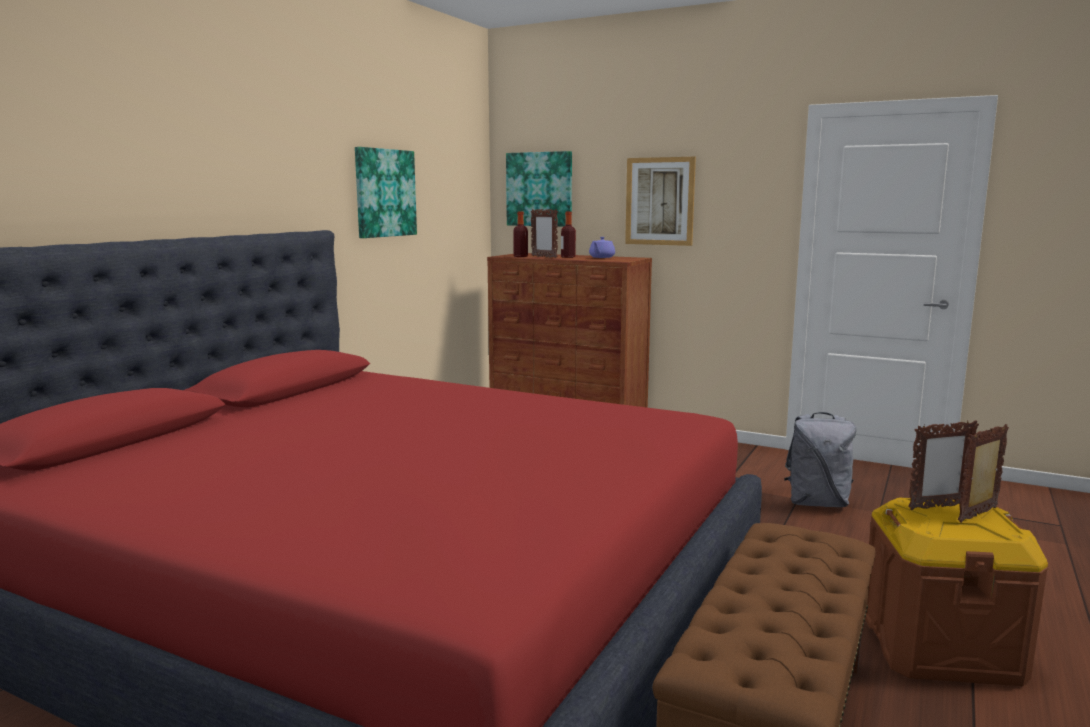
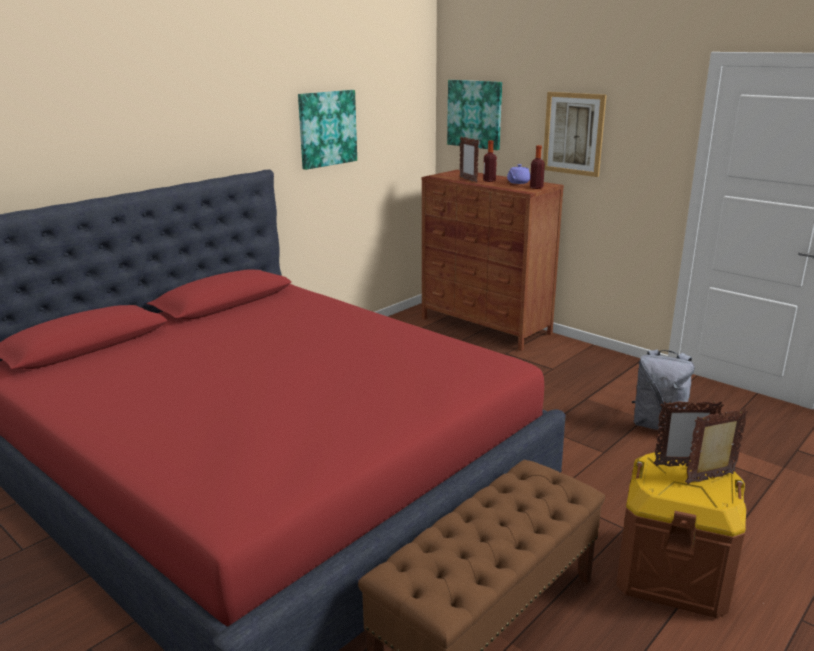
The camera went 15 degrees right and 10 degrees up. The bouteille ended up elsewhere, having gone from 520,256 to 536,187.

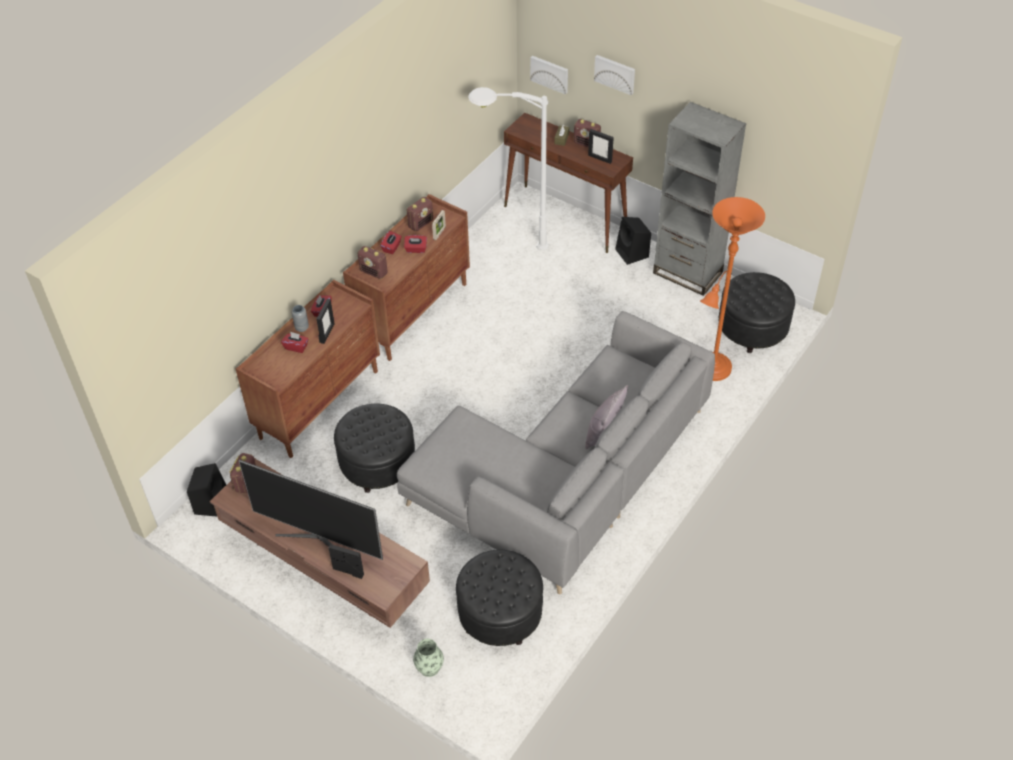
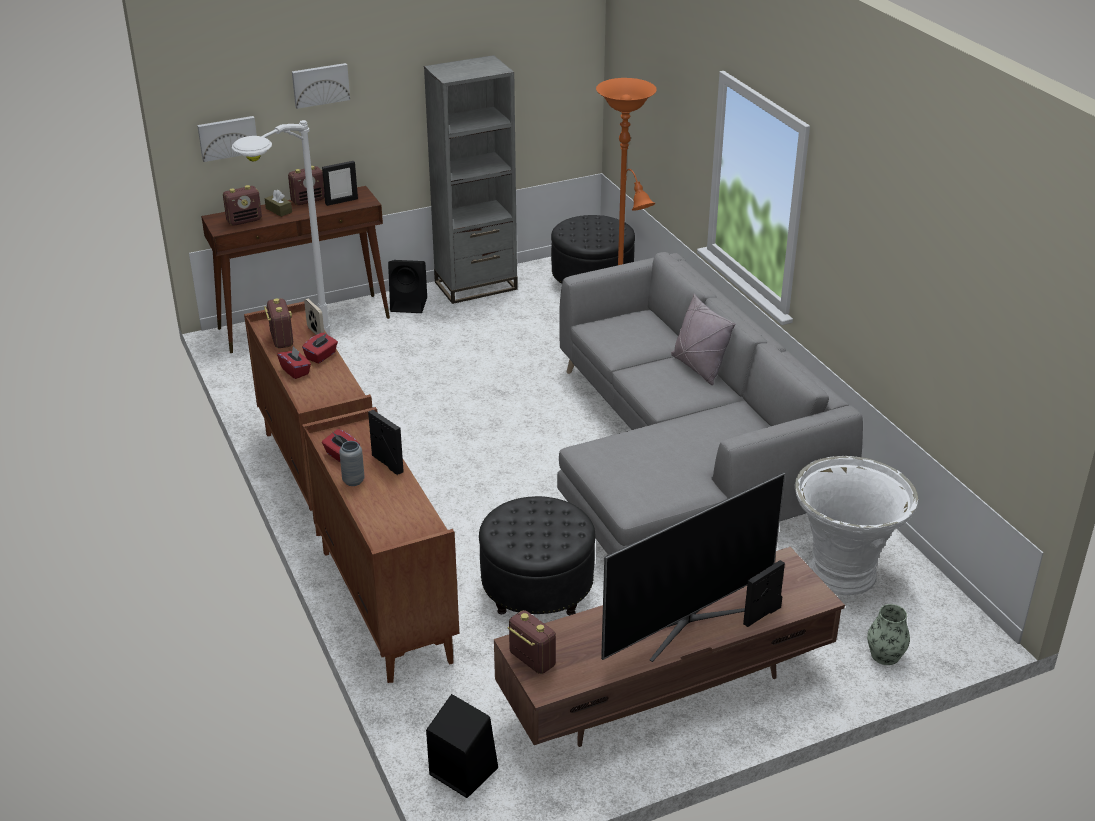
The camera went 60 degrees left and 15 degrees down. The radio ended up elsewhere, having gone from 374,272 to 244,220. Where the pouf (noir) stood at 500,615, the cache-pot (blanc) came to stand at 843,573. The second view lost the boîte à mouchoirs (rouge) at 296,347.

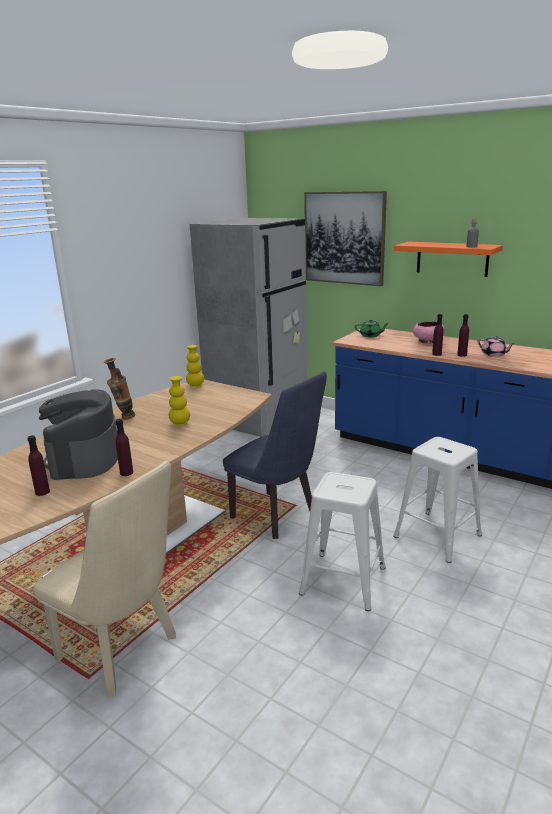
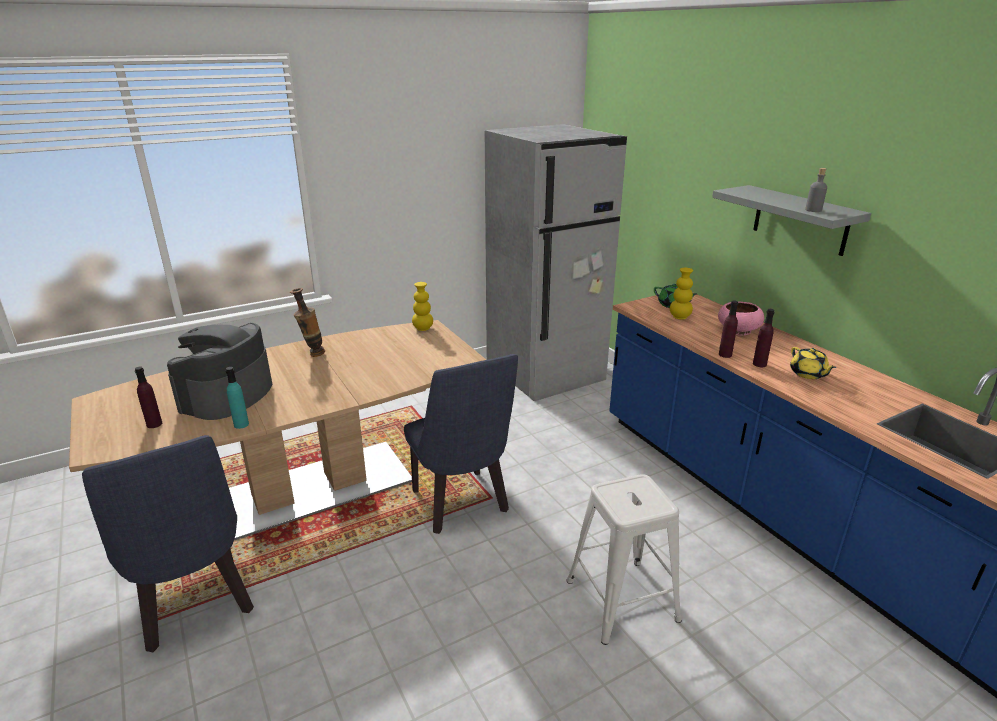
The camera went 25 degrees right and 5 degrees up. What was the chaise (beige) at 124,652 turned into the chaise (bleu) at 197,608. What was the bouteille (violet) at 126,473 turned into the bouteille (turquoise) at 241,424. The vase (jaune) ended up elsewhere, having gone from 180,423 to 679,317. What was the étagère (orange) at 452,258 turned into the étagère (gris) at 800,220. What was the théière (rose) at 494,354 turned into the théière (jaune) at 808,374. The second view lost the tabouret (blanc) at 343,580. The second view lost the tableau at 344,238.

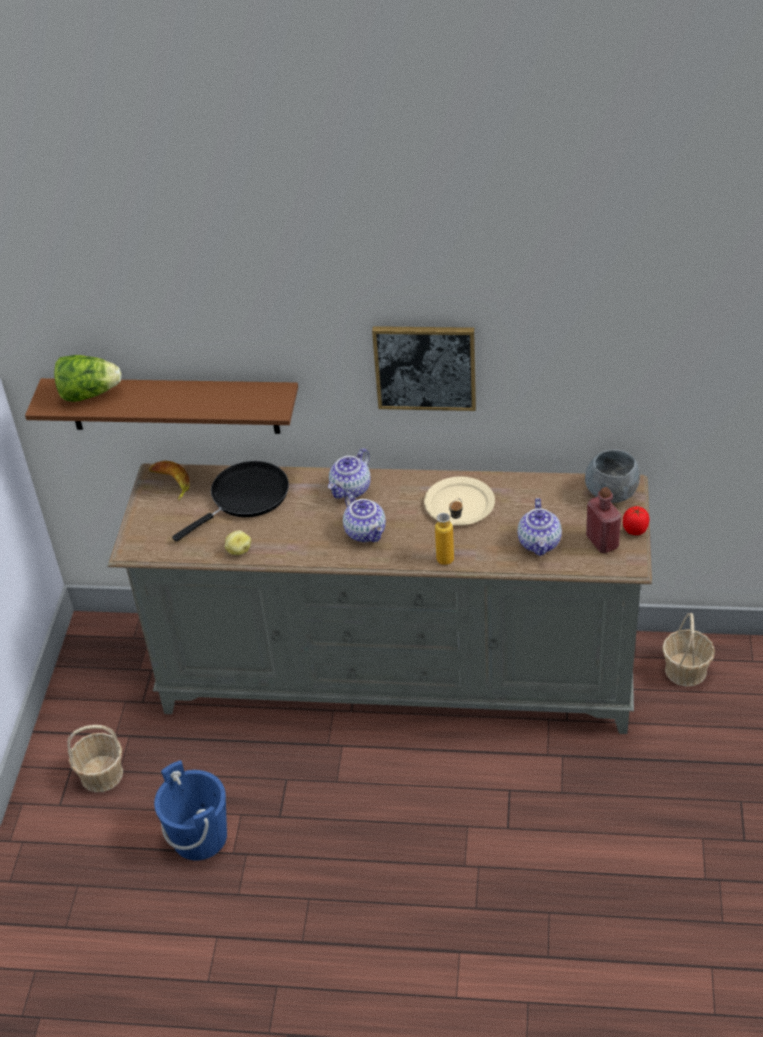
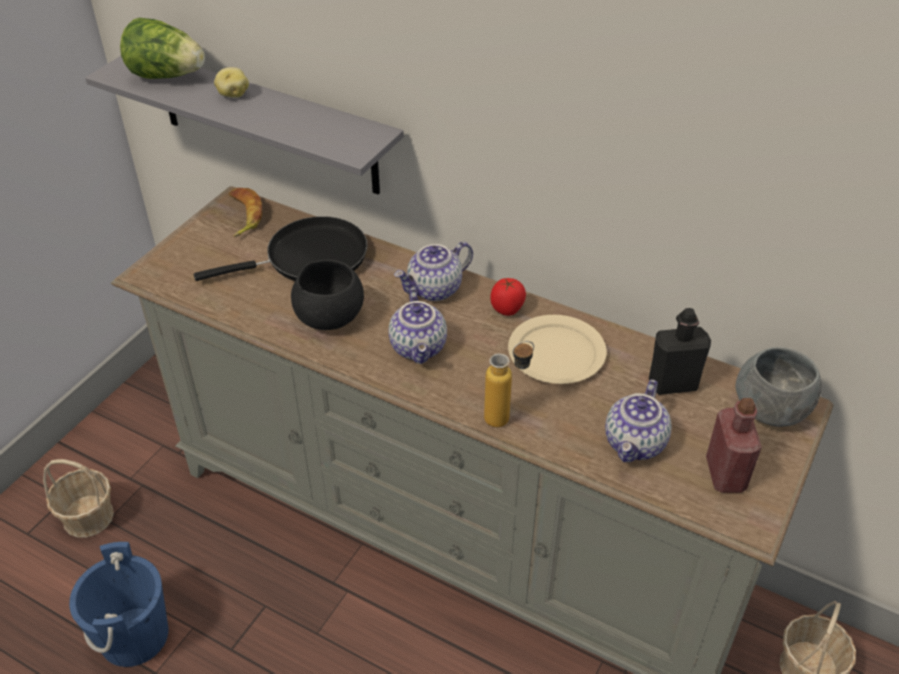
The camera went 20 degrees right and 0 degrees up. What was the étagère (marron) at 173,405 turned into the étagère (gris) at 266,122. The pomme de terre ended up elsewhere, having gone from 238,550 to 233,94. The second view gained the bol (noir) at 329,318. The tomate ended up elsewhere, having gone from 635,530 to 507,309. The second view gained the bouteille (noir) at 673,384. The second view lost the tableau at 425,367.

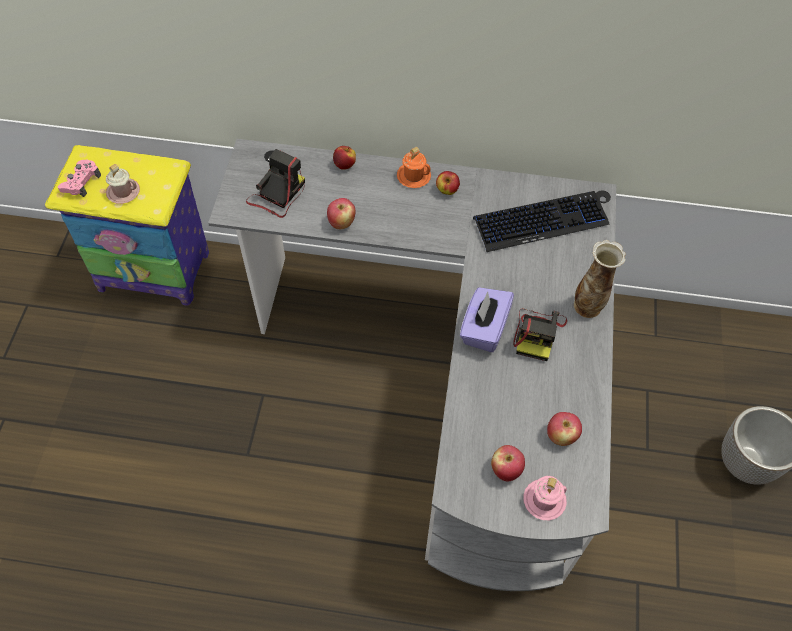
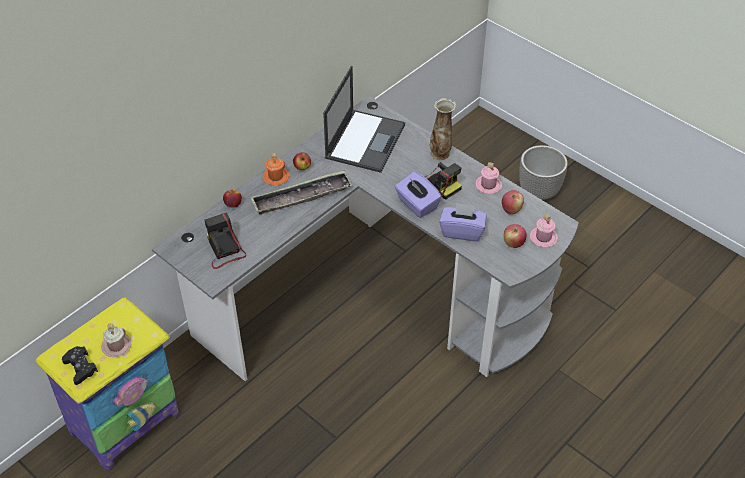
The camera went 55 degrees left and 10 degrees down. What was the manette (rose) at 81,182 turned into the manette (noir) at 80,367. The second view gained the plateau at 301,197. Where the clavier stood at 540,222, the ordinateur portable came to stand at 365,140. The second view gained the boîte à mouchoirs (violet) at 462,231. The second view gained the mug (rose) at 488,185. The second view lost the pomme at 341,223.

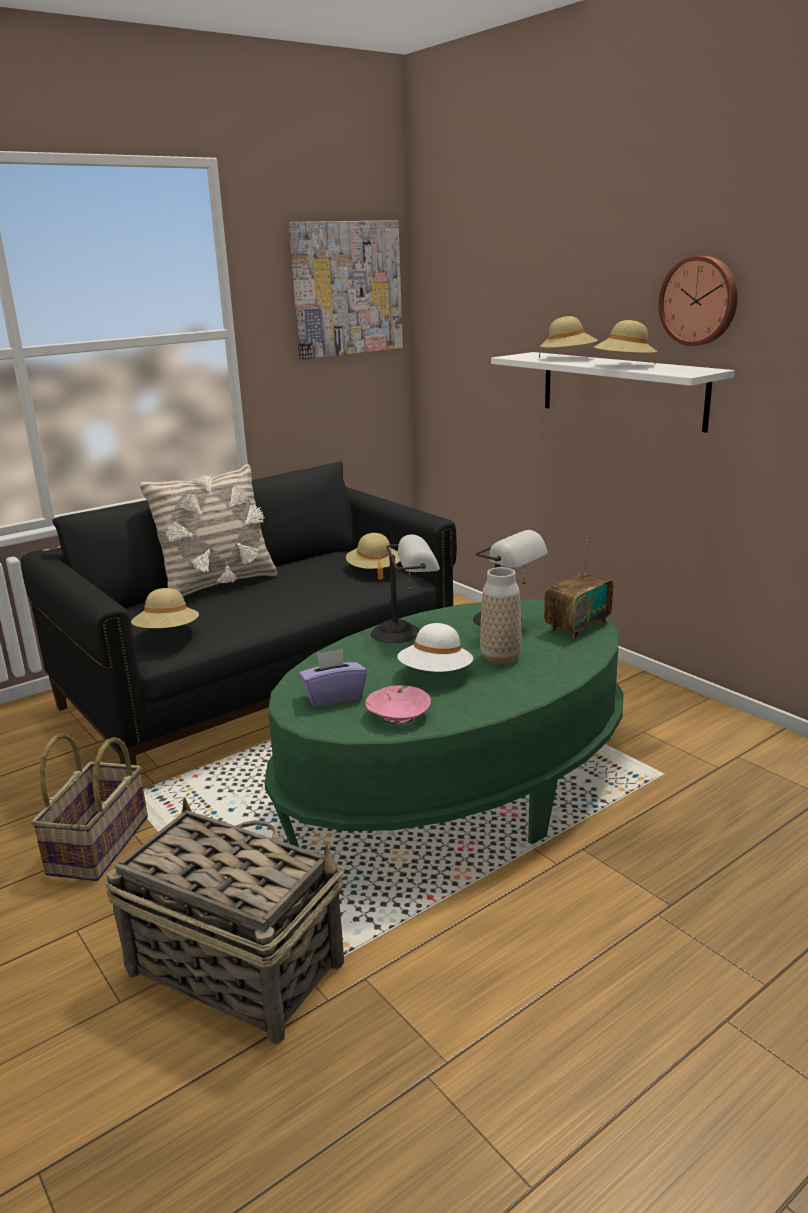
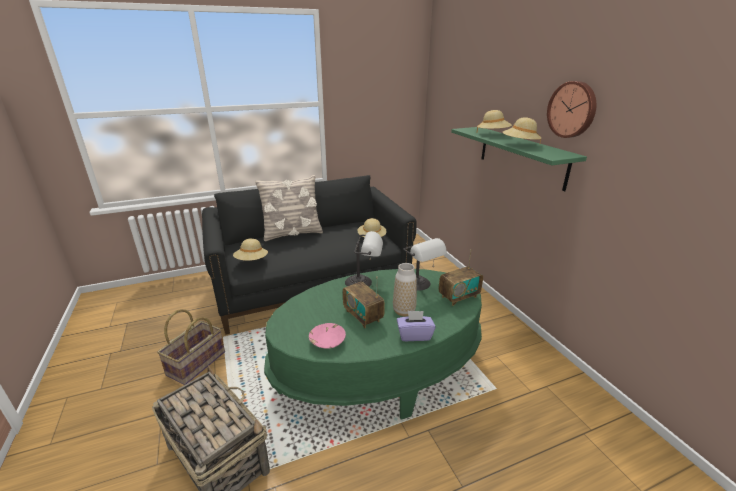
The camera went 15 degrees right and 5 degrees up. Where the chapeau (blanc) stood at 435,674, the radio came to stand at 363,316. The boîte à mouchoirs (violet) ended up elsewhere, having gone from 333,697 to 414,335. What was the étagère (blanc) at 621,389 turned into the étagère (vert) at 521,156. The second view lost the tableau at 347,288.

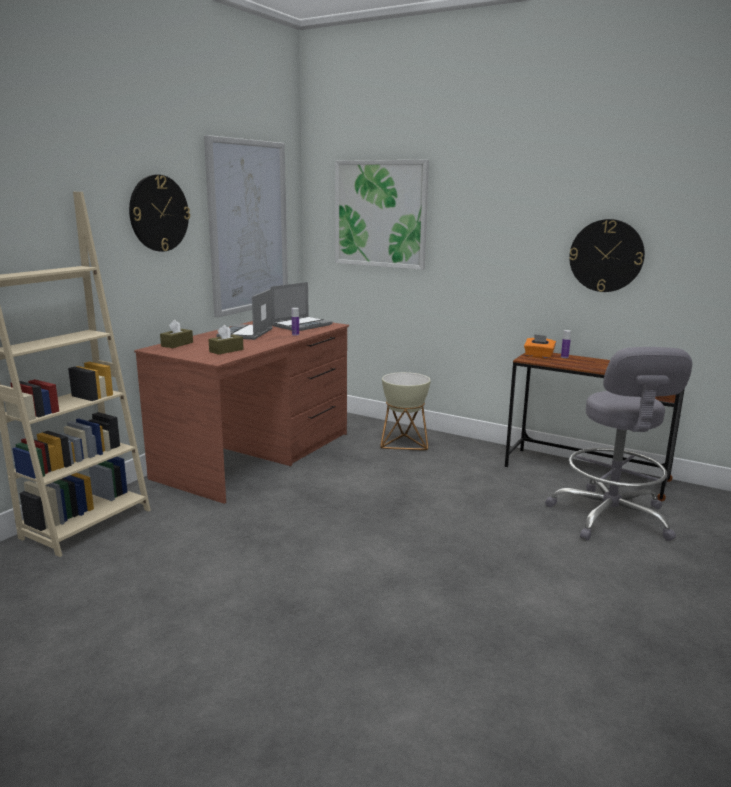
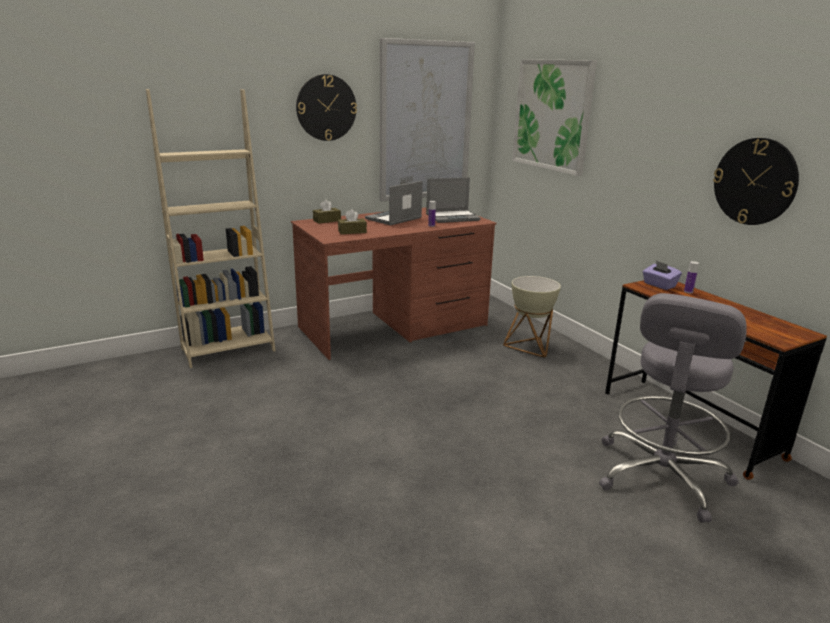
The camera went 30 degrees right and 5 degrees up. What was the boîte à mouchoirs (orange) at 538,356 turned into the boîte à mouchoirs (violet) at 659,285.

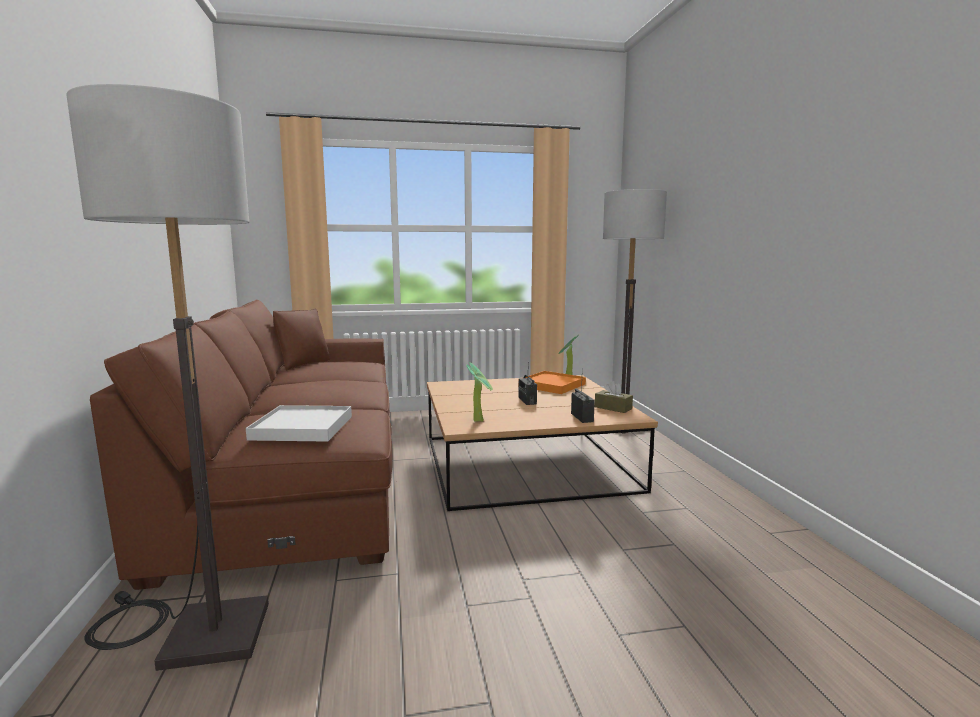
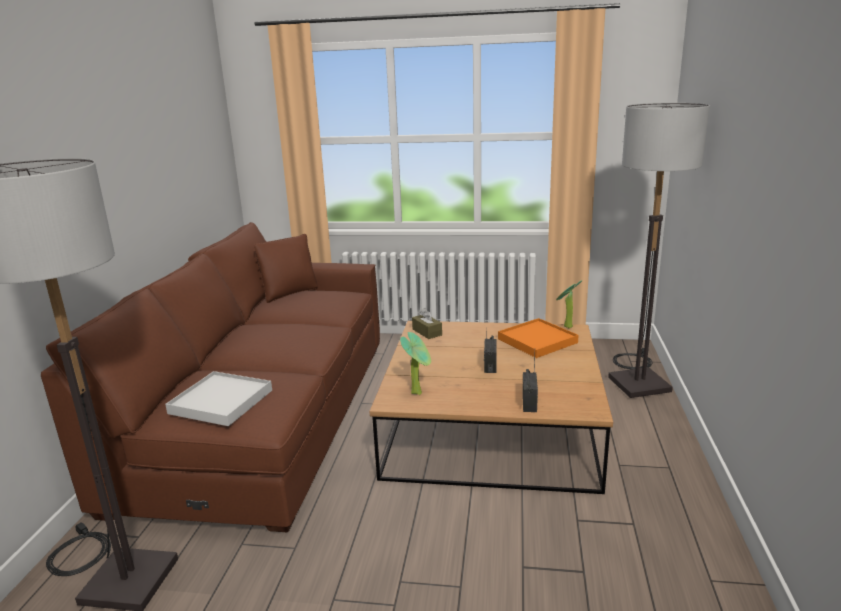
The camera went 20 degrees right and 10 degrees up. The boîte à mouchoirs (marron) ended up elsewhere, having gone from 613,408 to 427,332.

